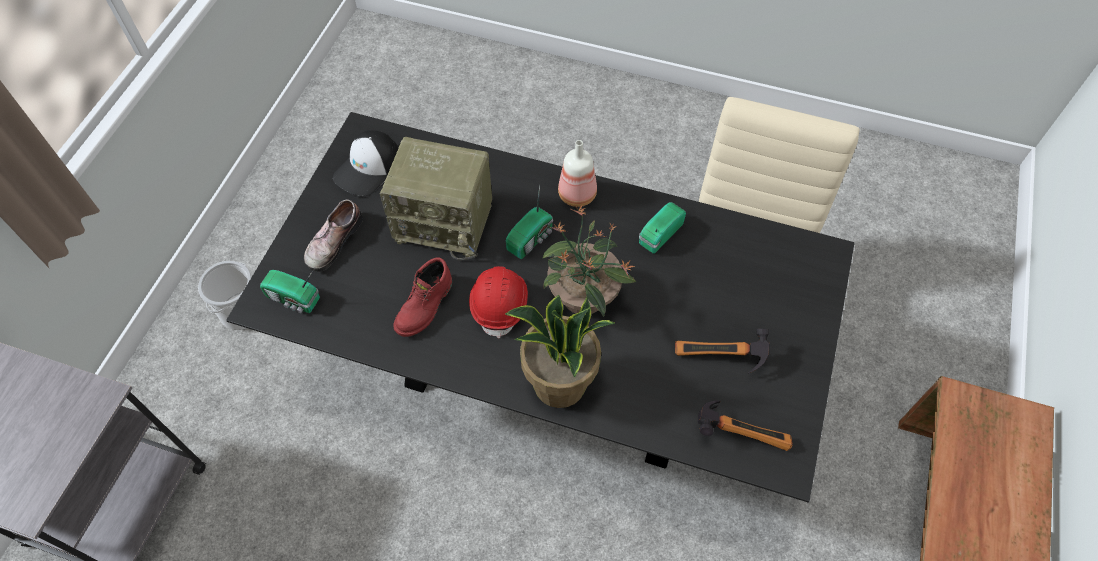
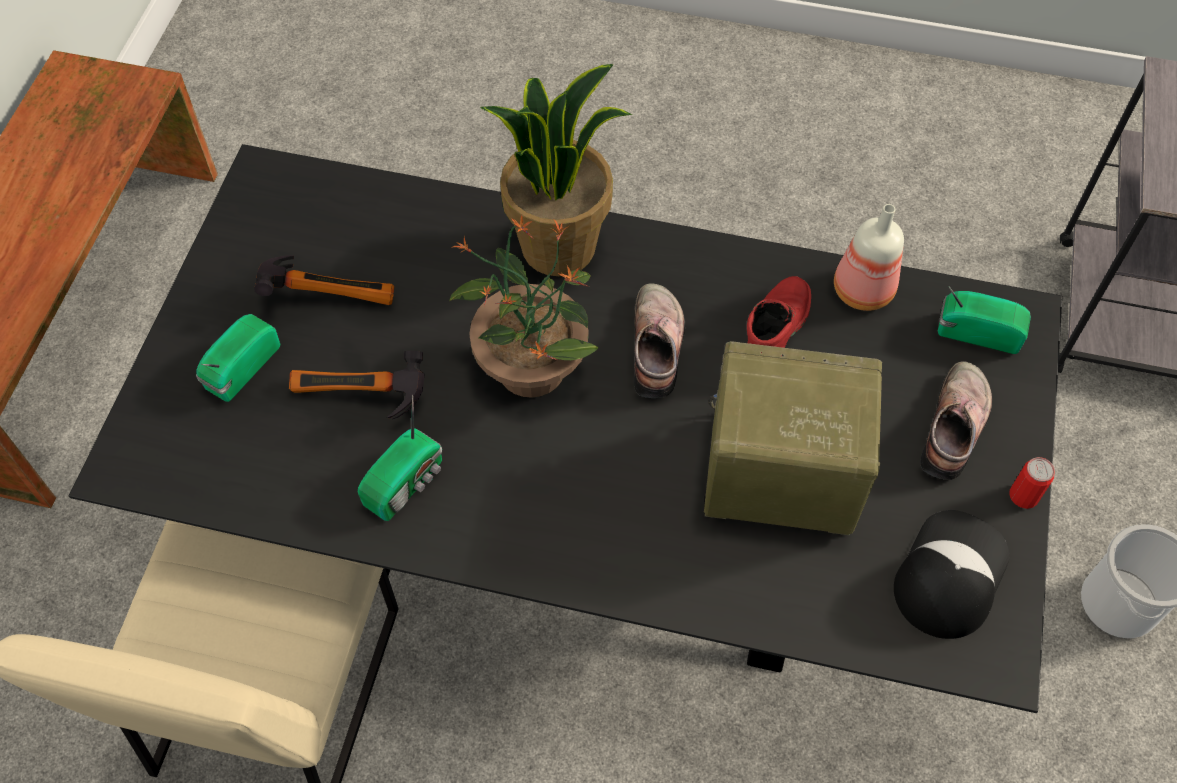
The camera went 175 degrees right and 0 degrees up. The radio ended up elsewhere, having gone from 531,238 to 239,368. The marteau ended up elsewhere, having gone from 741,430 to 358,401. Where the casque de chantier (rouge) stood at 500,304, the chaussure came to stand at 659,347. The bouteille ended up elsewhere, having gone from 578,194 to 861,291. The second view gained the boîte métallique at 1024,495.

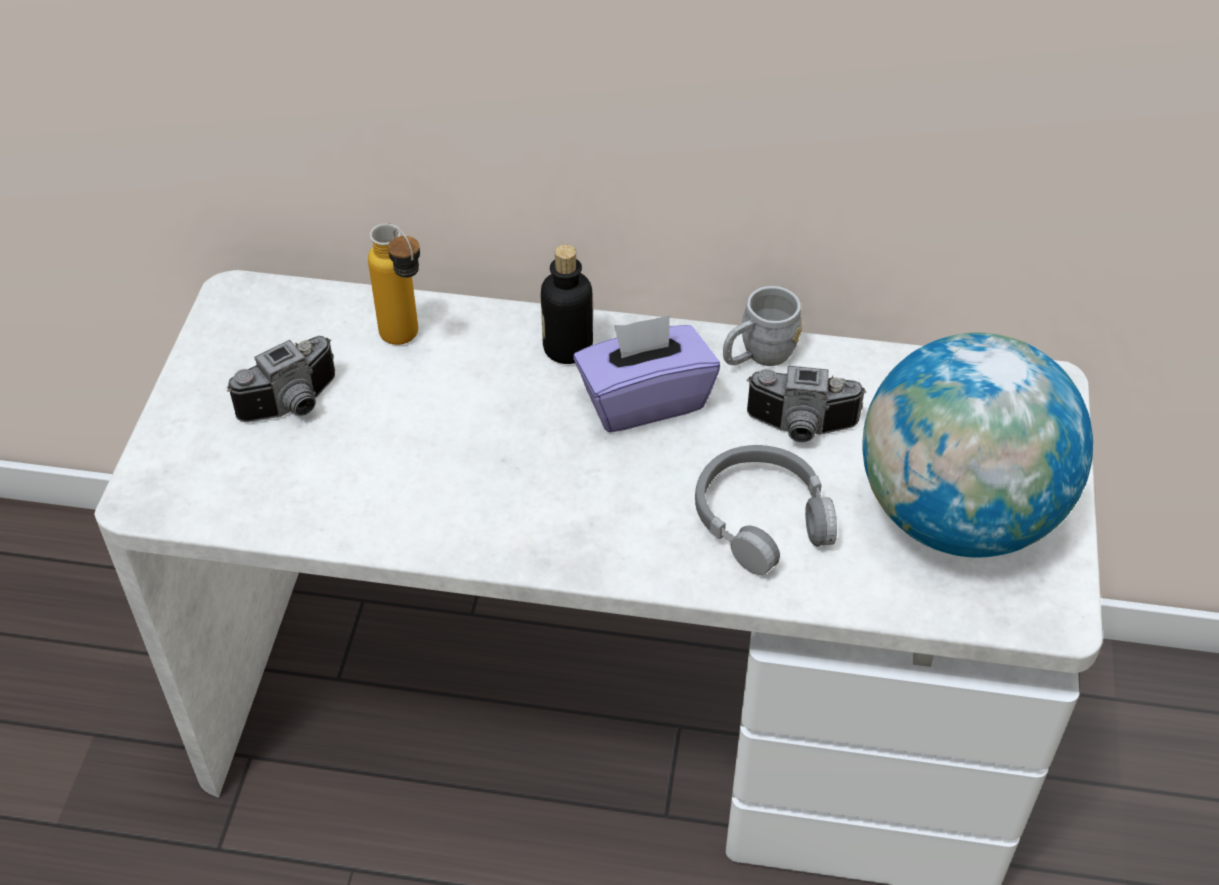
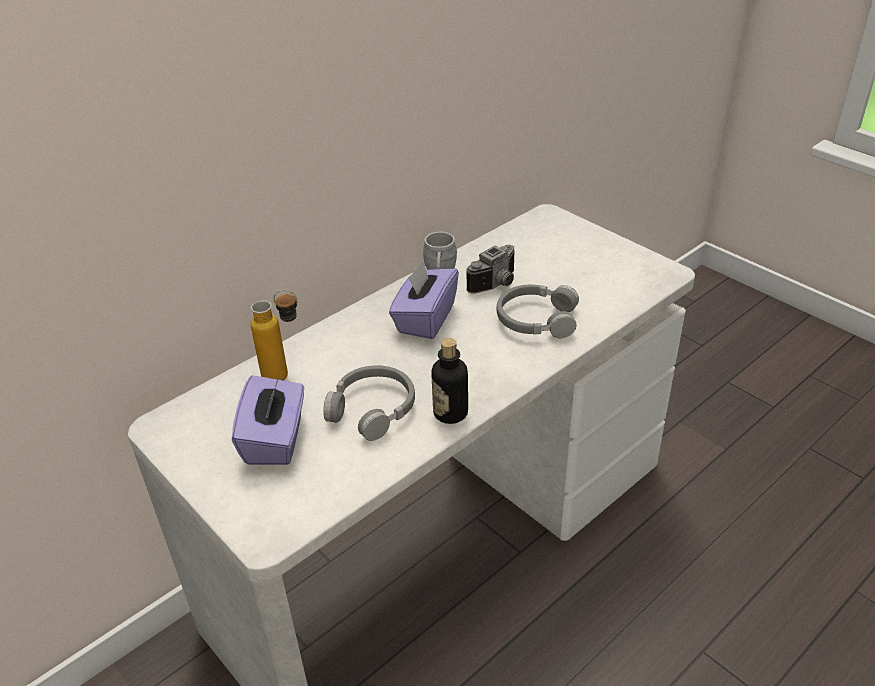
The camera went 50 degrees left and 10 degrees down. Where the appareil photo stood at 294,406, the boîte à mouchoirs (violet) came to stand at 275,440. The second view gained the casque audio (gris) at 372,409. The bouteille ended up elsewhere, having gone from 568,348 to 450,413. The second view lost the globe at 957,515.

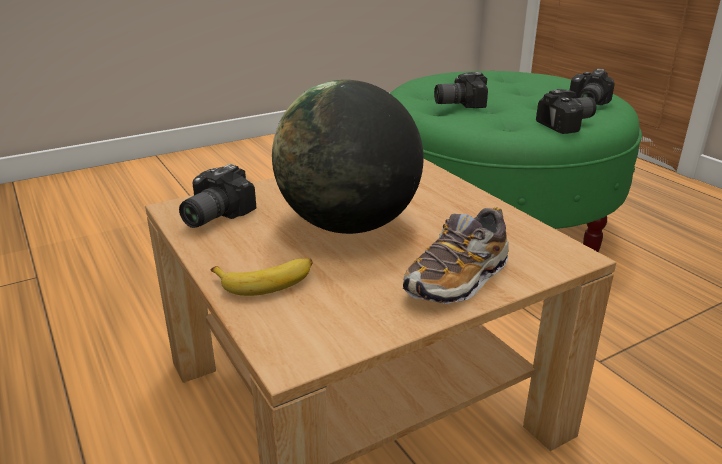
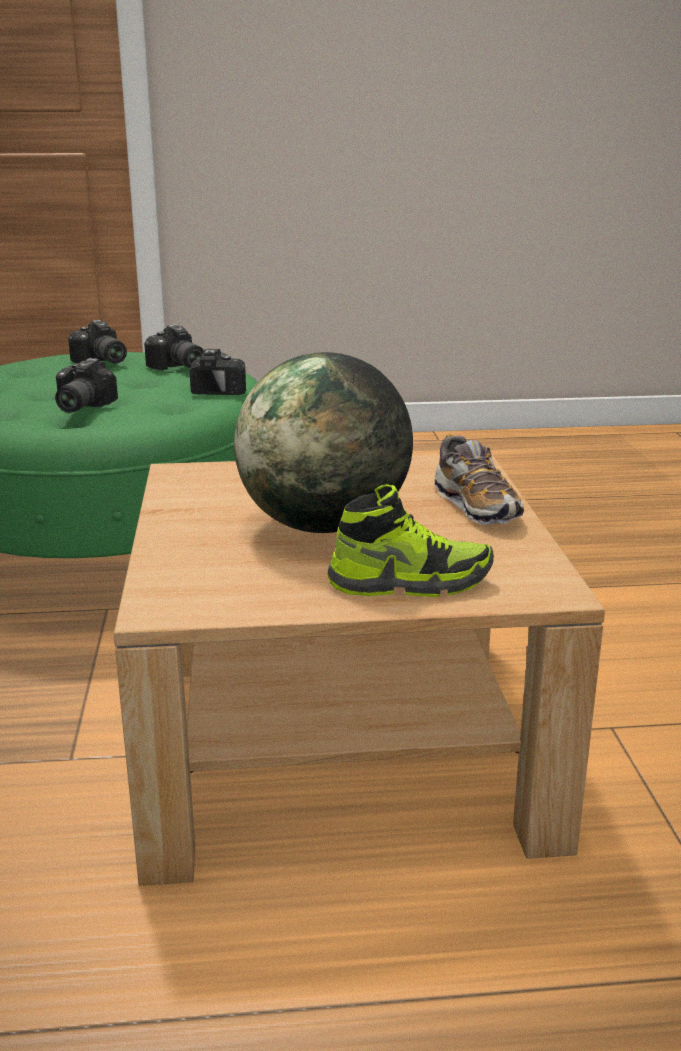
The camera went 65 degrees left and 5 degrees down. The appareil photo ended up elsewhere, having gone from 211,215 to 101,362. Where the banane stood at 266,281, the chaussure came to stand at 409,583.

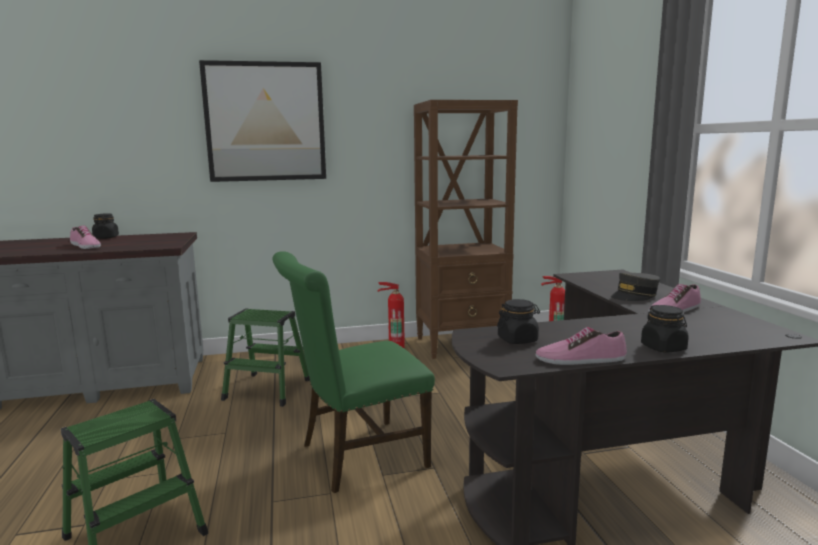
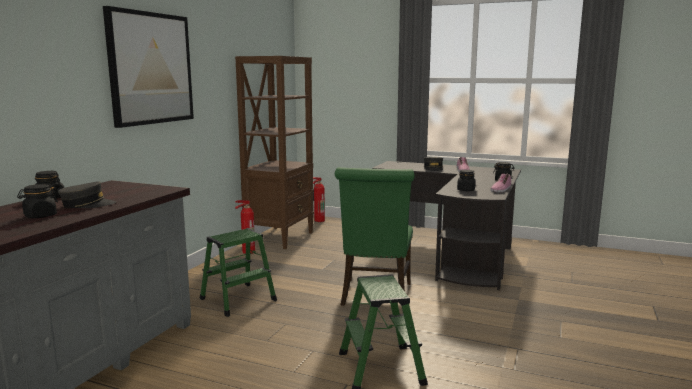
The camera went 55 degrees left and 0 degrees up. The second view gained the bocal (noir) at 40,216. Where the chaussure stood at 85,246, the casquette (gris) came to stand at 87,205.

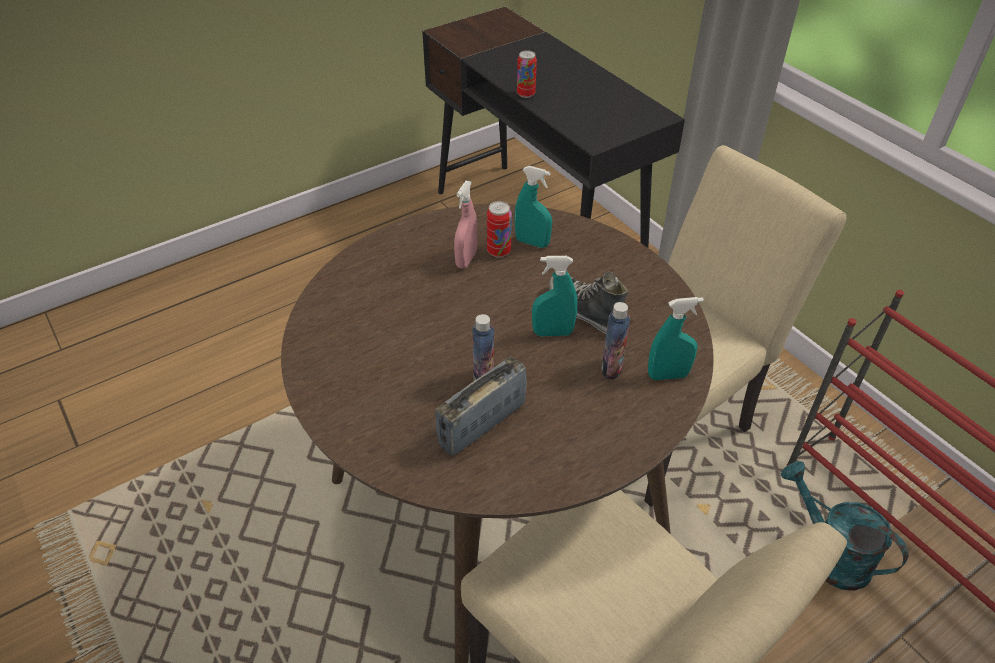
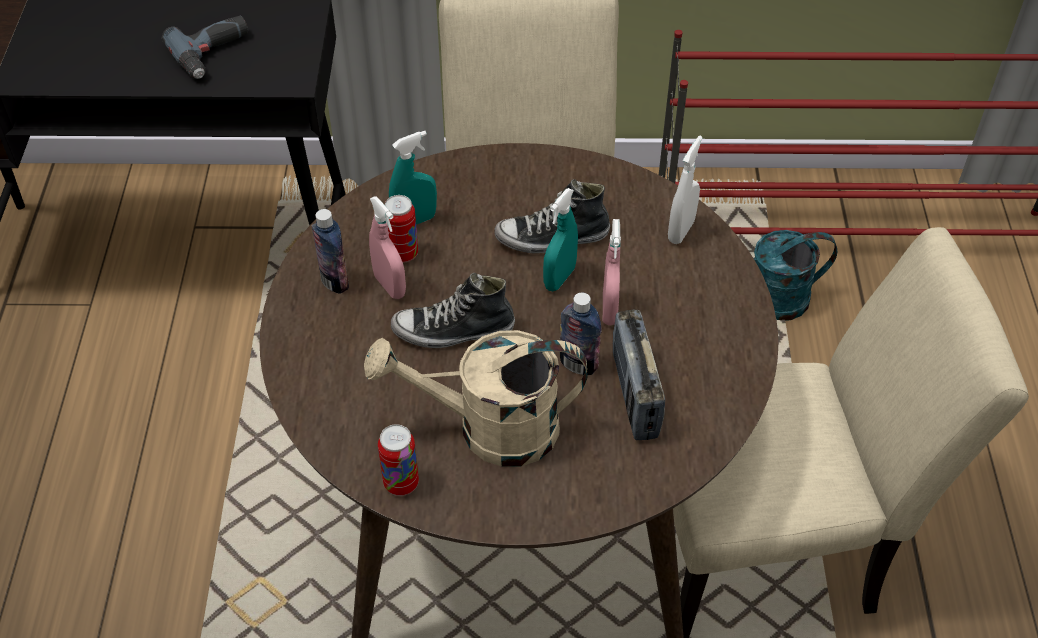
The camera went 55 degrees left and 5 degrees up. The second view gained the perceuse at 215,54. The bouteille ended up elsewhere, having gone from 611,368 to 334,281. The second view gained the arrosoir (beige) at 489,429. The boîte métallique ended up elsewhere, having gone from 526,94 to 401,483. The second view gained the chaussure at 453,331. The second view gained the vaporisateur (rose) at 609,310. What was the vaporisateur (turquoise) at 668,375 turned into the vaporisateur (blanc) at 681,231.

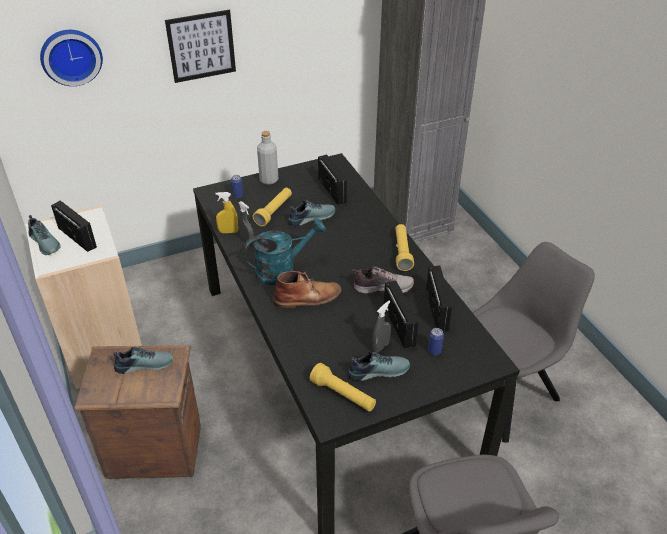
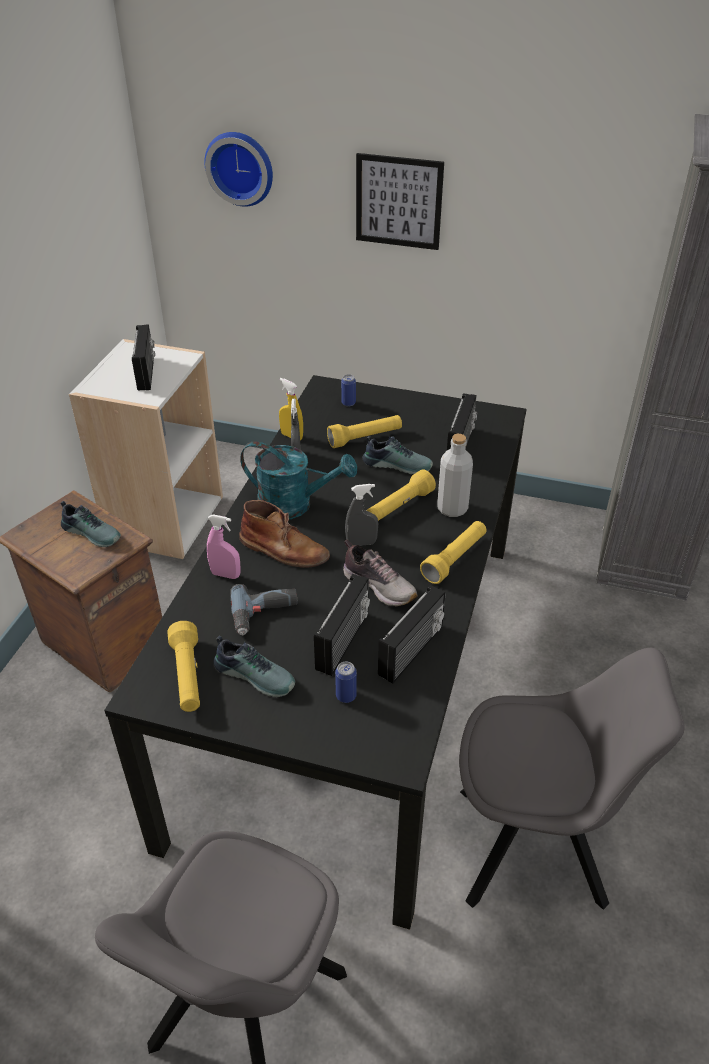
The camera went 40 degrees right and 0 degrees up. The second view gained the vaporisateur (rose) at 225,574. The second view gained the perceuse at 265,614. The vaporisateur (gris) ended up elsewhere, having gone from 380,346 to 361,543. The second view gained the lampe de poche (jaune) at 399,507. The bouteille (gris) ended up elsewhere, having gone from 269,180 to 452,508. The second view lost the chaussure at 46,242.

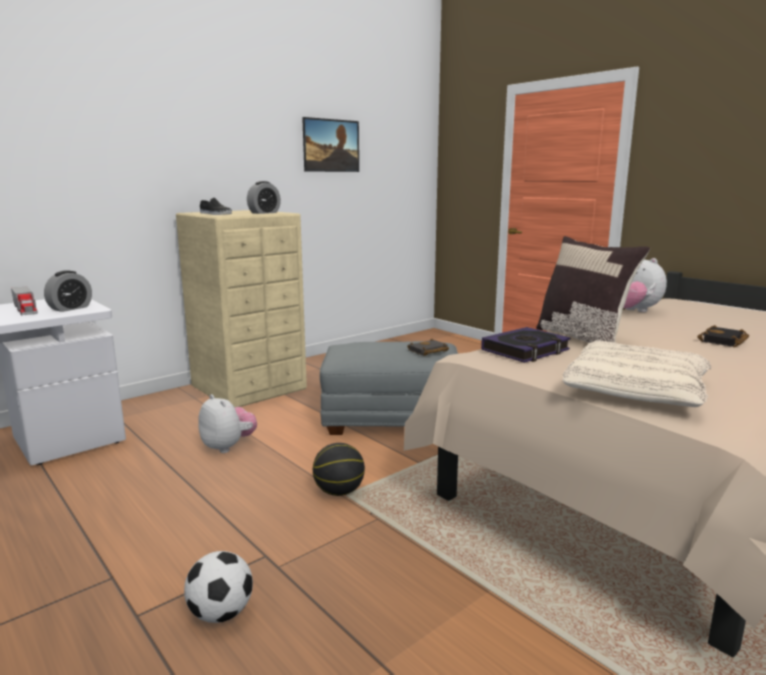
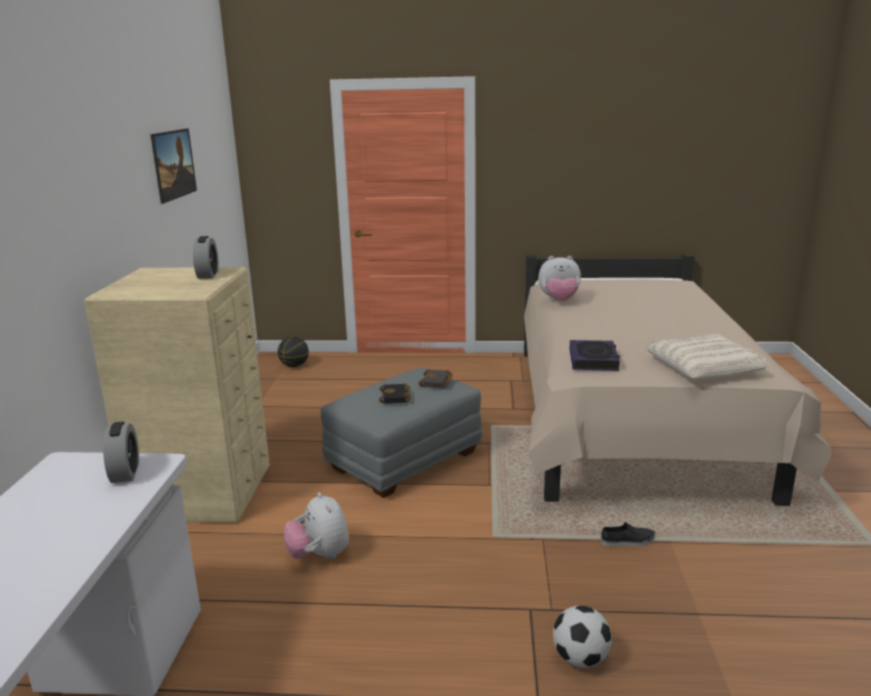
The camera went 45 degrees left and 5 degrees up. The ballon de basket ended up elsewhere, having gone from 339,492 to 294,366. The peluche at 228,446 ended up facing another way, 120 degrees counterclockwise from before. The livre (noir) ended up elsewhere, having gone from 724,341 to 396,397. The chaussure (noir) ended up elsewhere, having gone from 215,214 to 628,541. The second view lost the camion jouet at 25,309. The second view lost the coussin at 582,339.

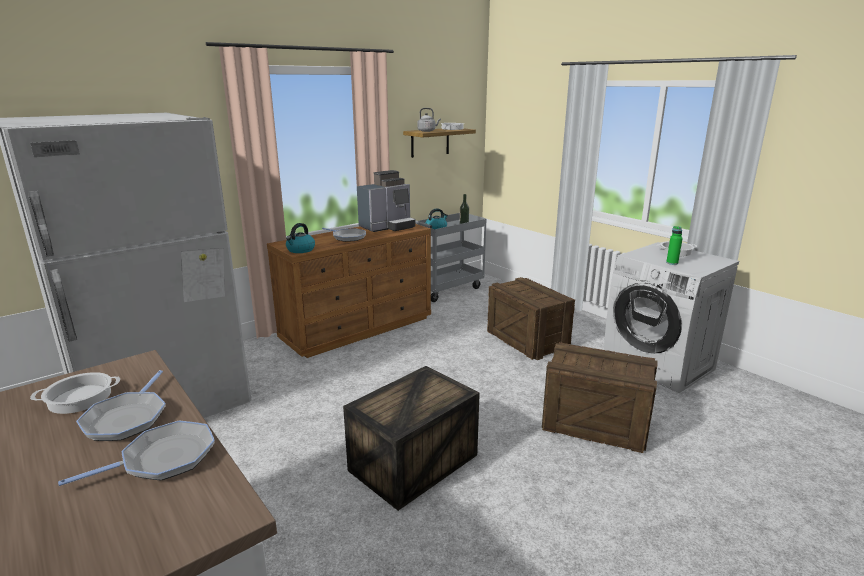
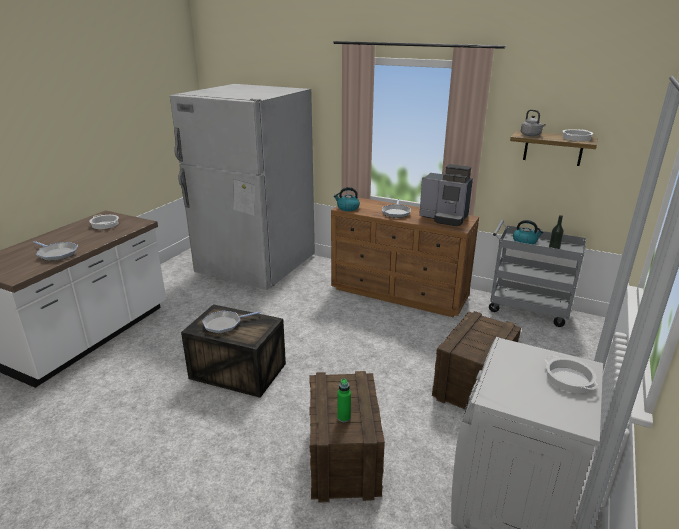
The camera went 65 degrees right and 5 degrees up. The poêle ended up elsewhere, having gone from 127,418 to 224,324. The bouteille (vert) ended up elsewhere, having gone from 672,263 to 344,417.

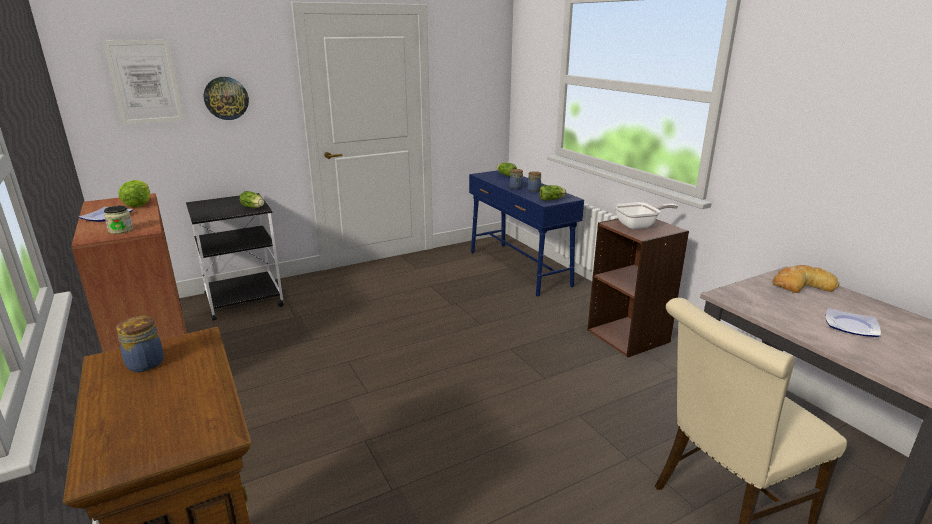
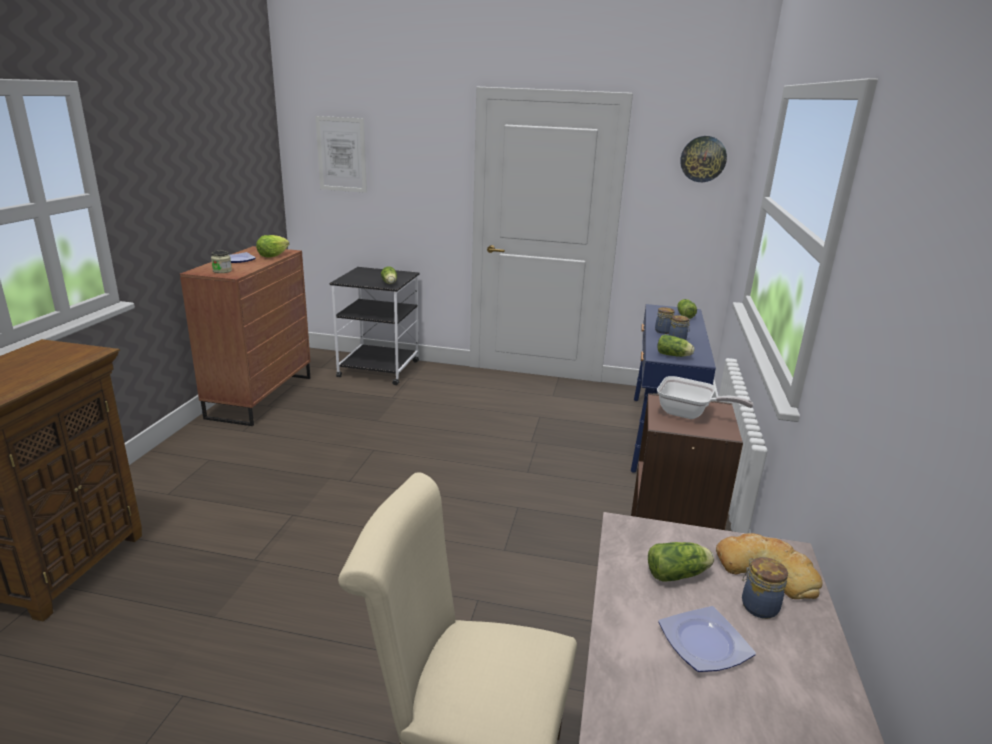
The camera went 40 degrees right and 0 degrees up. The second view gained the laitue at 679,574. The horloge murale ended up elsewhere, having gone from 226,98 to 703,159. The bocal ended up elsewhere, having gone from 144,363 to 758,606.

